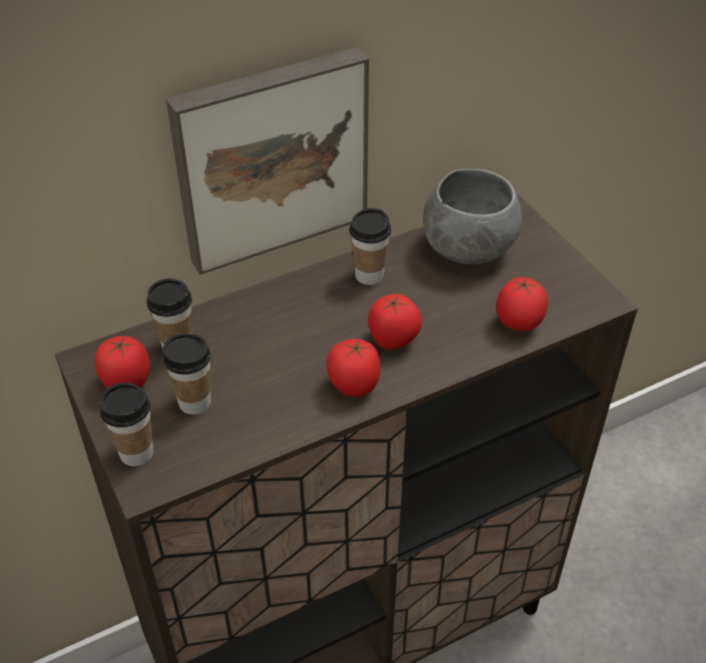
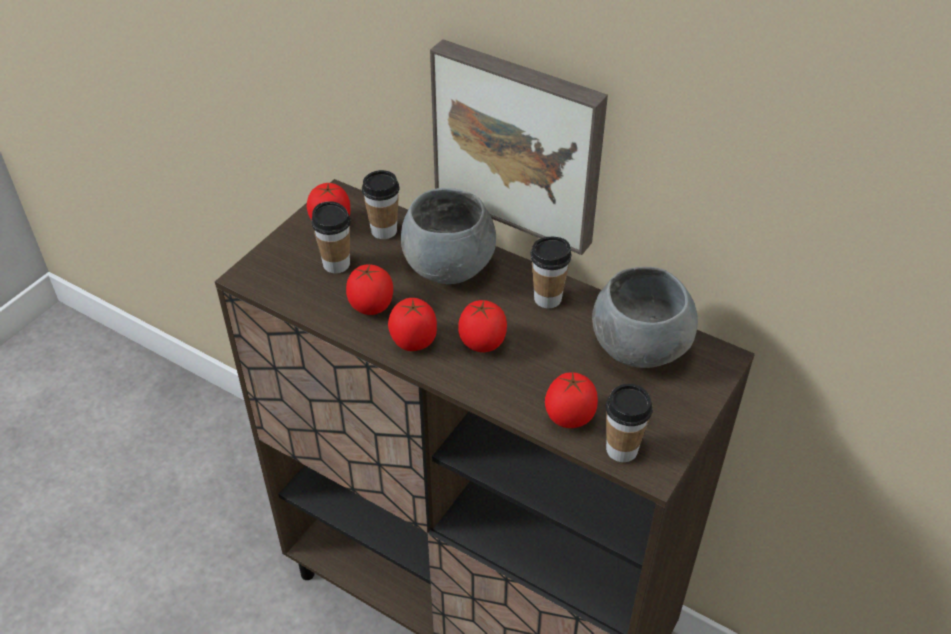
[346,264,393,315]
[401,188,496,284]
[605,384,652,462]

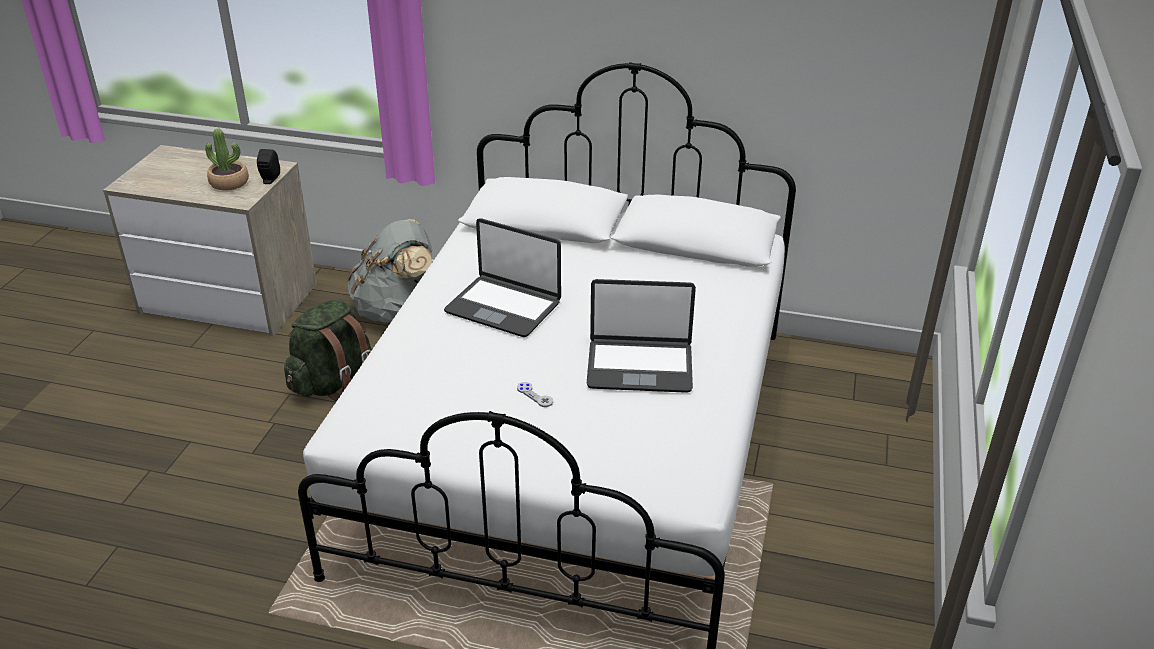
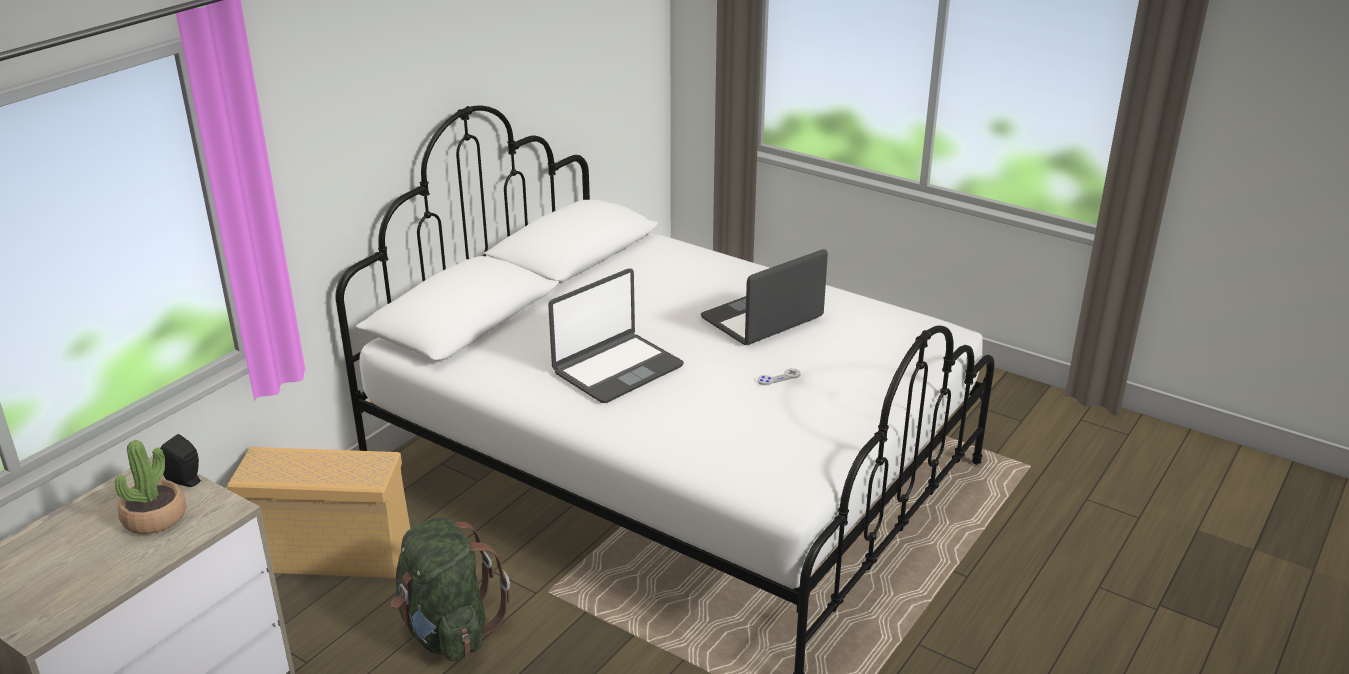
[227,447,410,578]
[701,249,828,345]

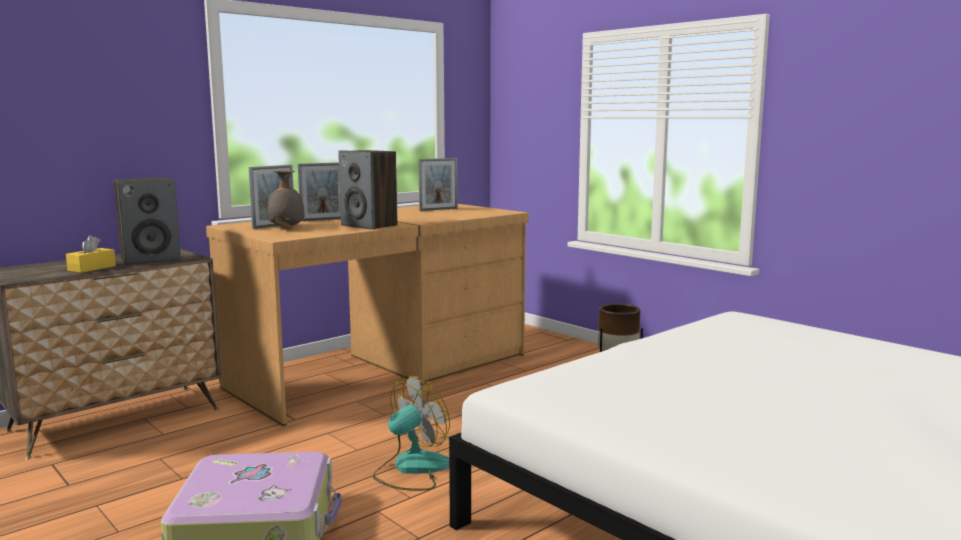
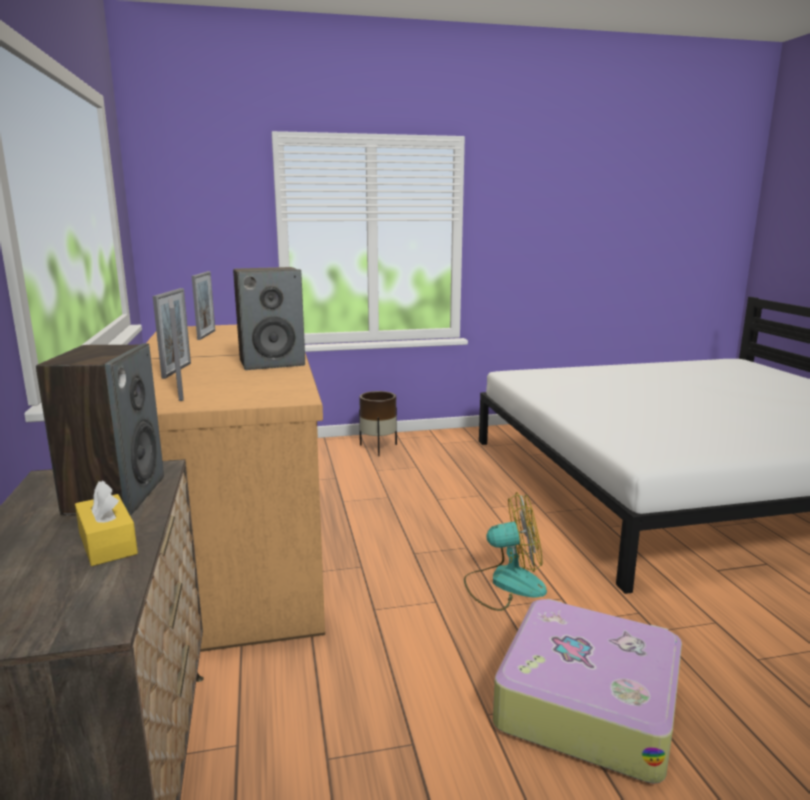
[267,170,305,229] (first image)
[464,492,547,611]

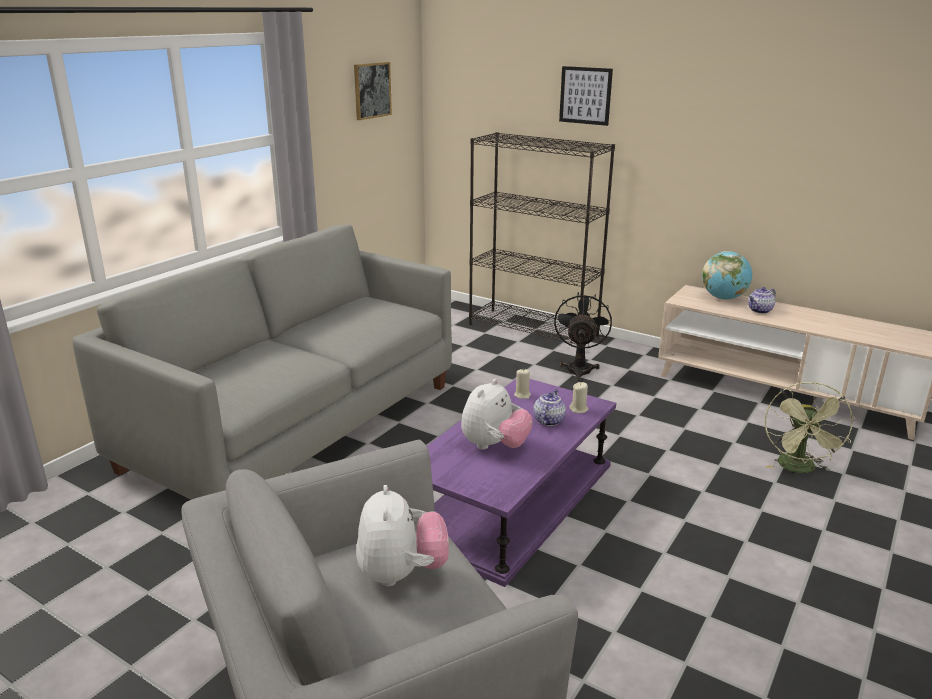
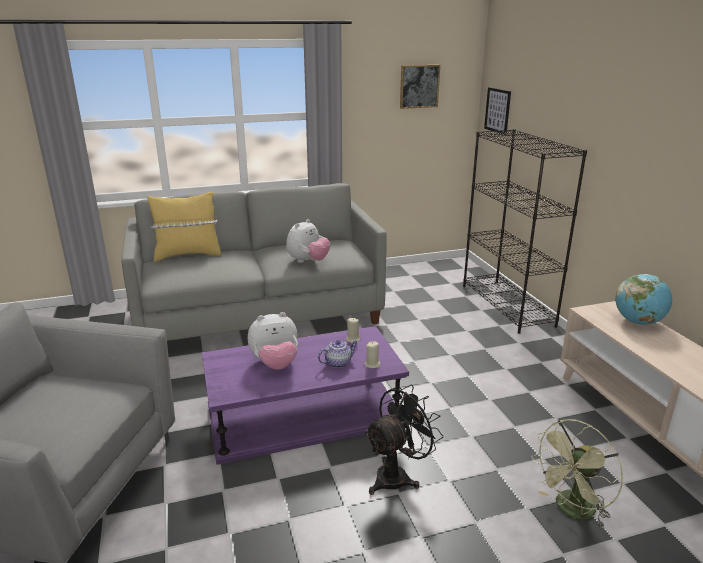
[748,287,776,314] (first image)
[147,192,221,262]
[286,219,330,263]
[364,385,443,495]
[484,87,511,135]

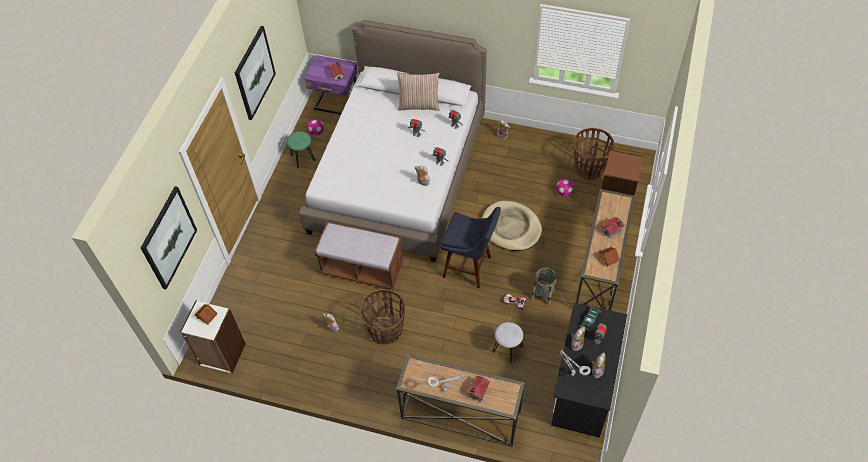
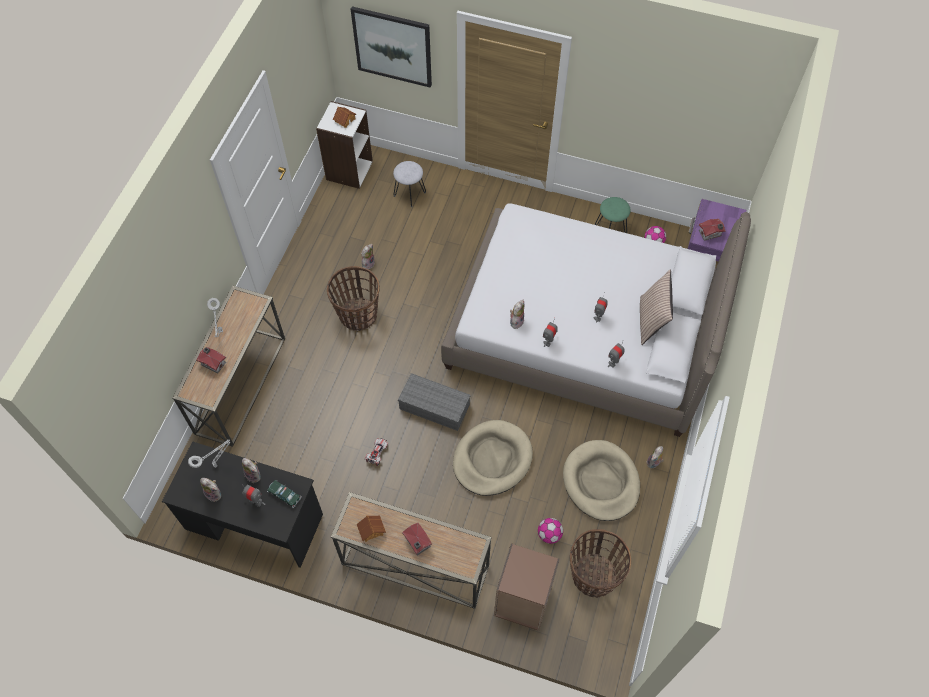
[235,26,276,120] (first image)
[314,222,404,290] (first image)
[531,268,557,305] (first image)
[563,440,640,521]
[393,161,426,207]
[398,373,471,431]

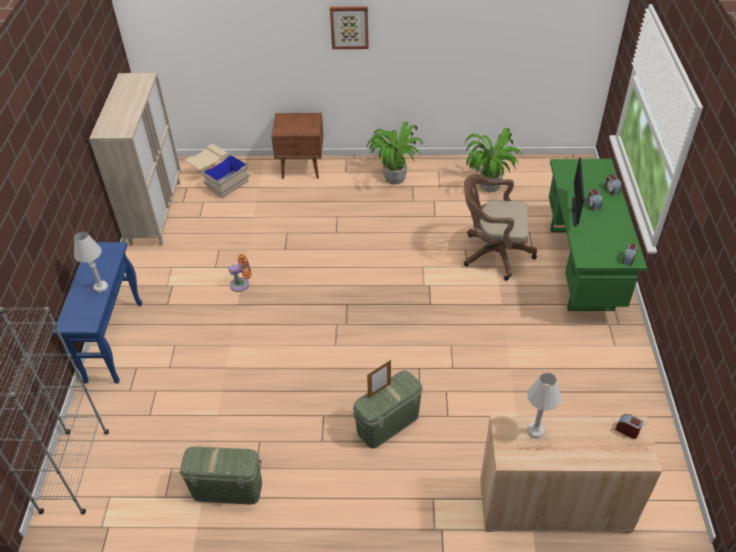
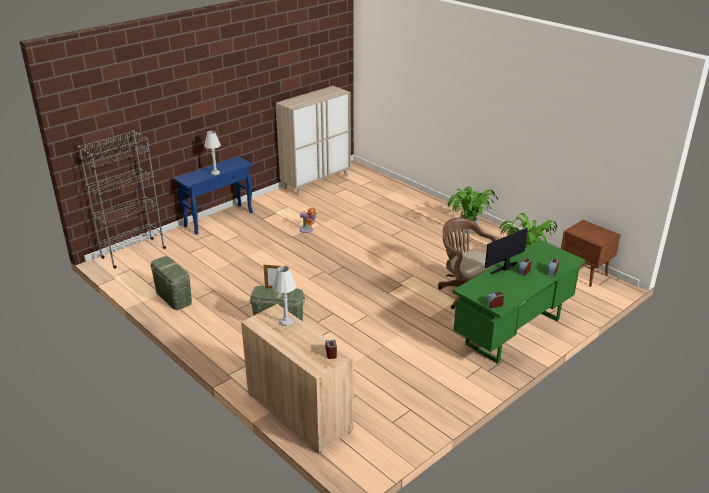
[185,144,250,198] (first image)
[330,6,369,49] (first image)
[561,220,621,287]

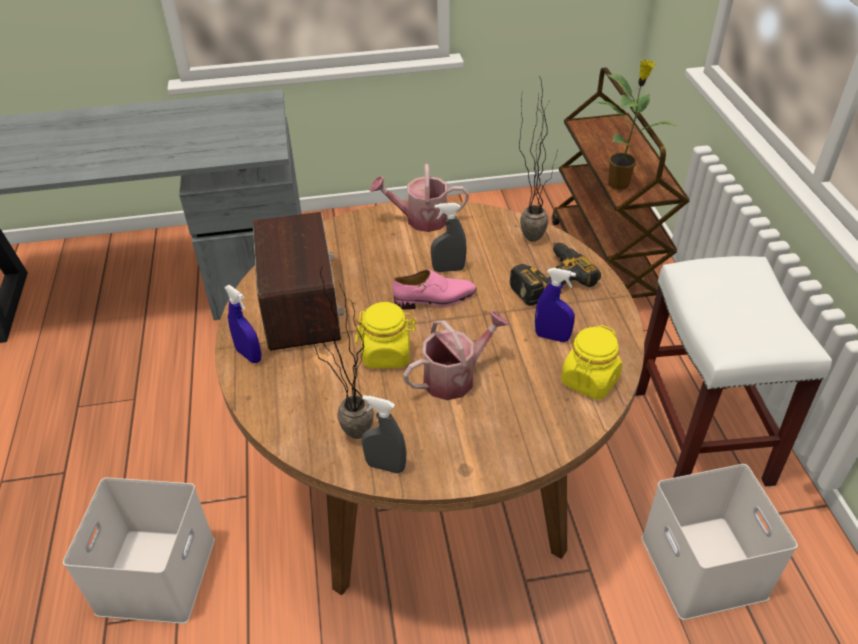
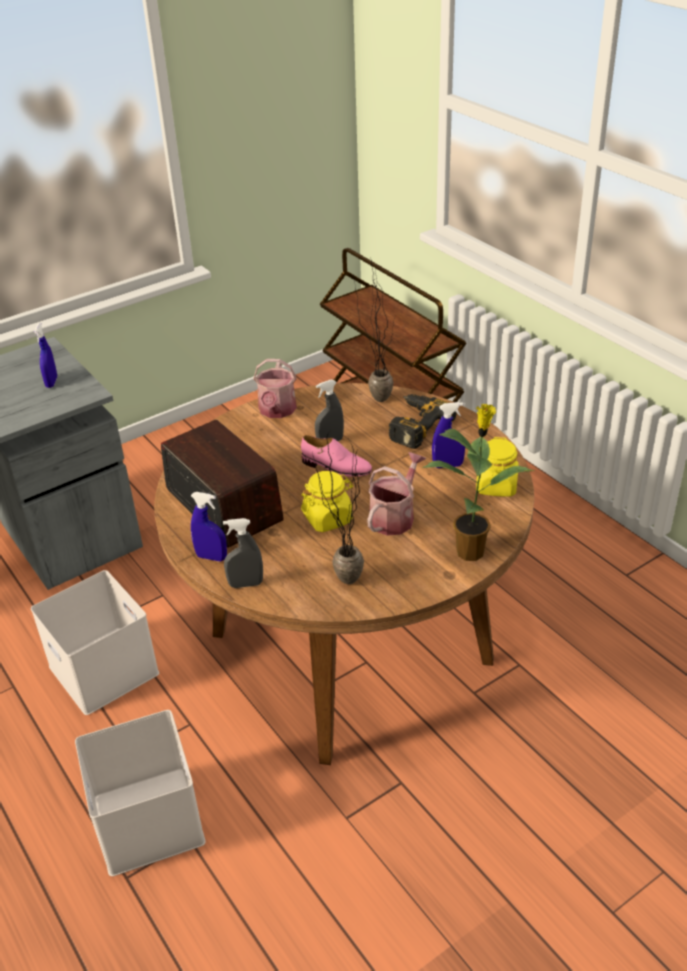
[635,256,832,487] (first image)
[34,323,57,388]
[223,518,263,588]
[422,404,535,561]
[31,570,159,715]
[254,359,297,418]
[301,435,372,477]

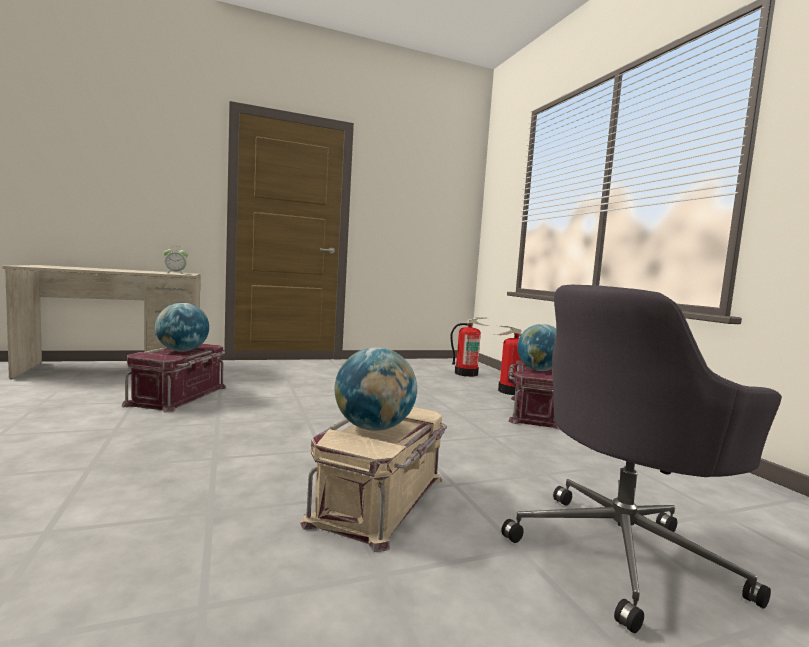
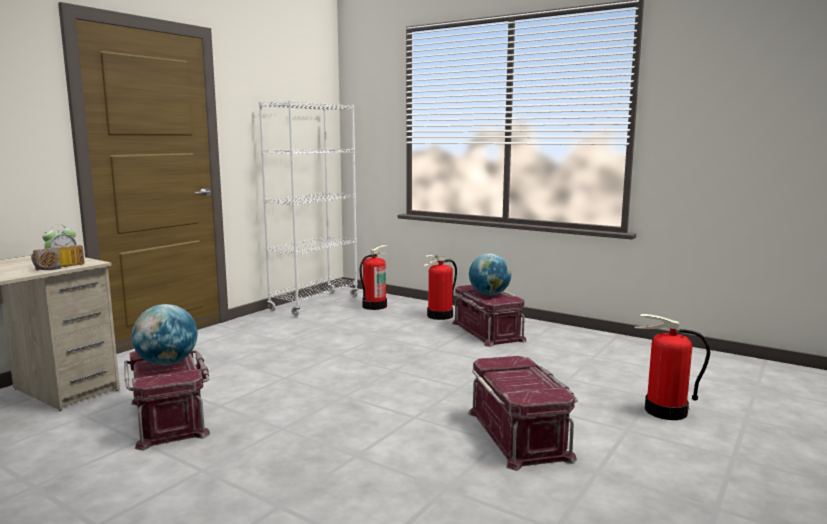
[335,347,417,431] (first image)
[31,245,85,270]
[259,100,358,316]
[634,314,710,420]
[468,356,578,471]

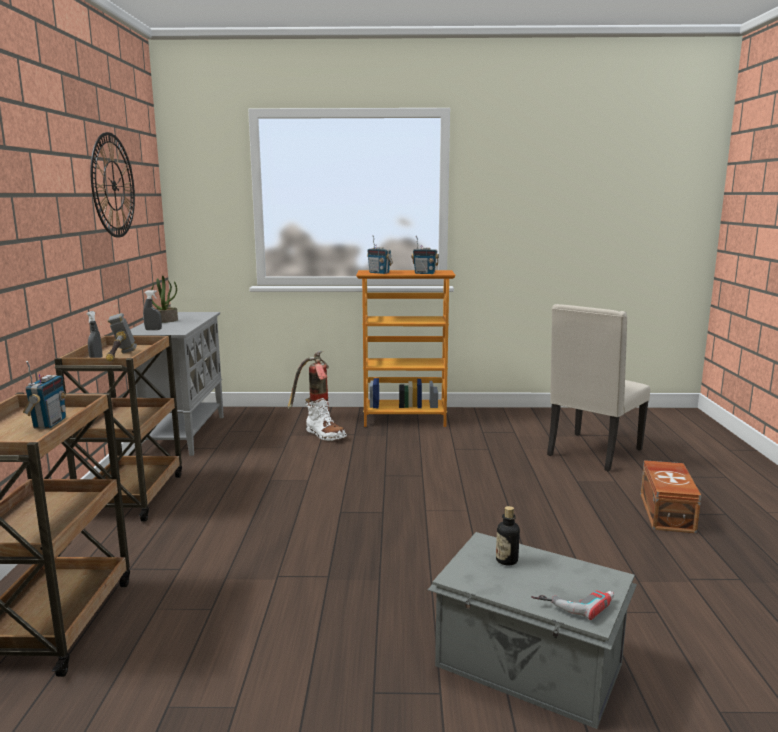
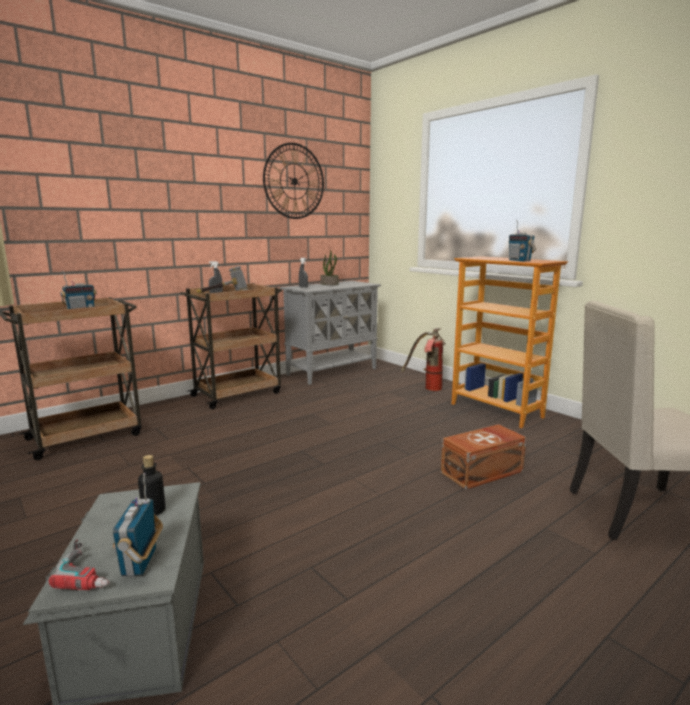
[305,398,347,441] (first image)
[113,473,163,577]
[441,424,526,489]

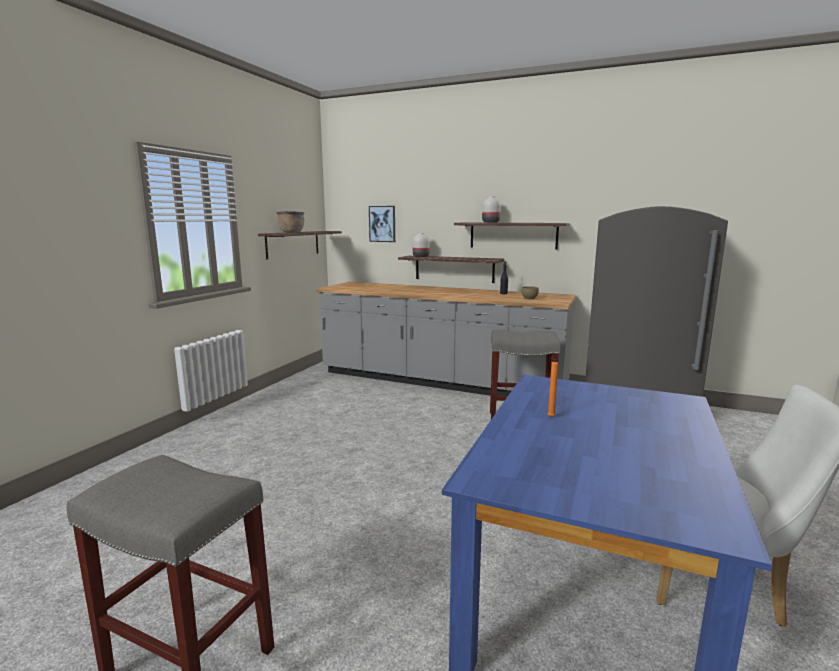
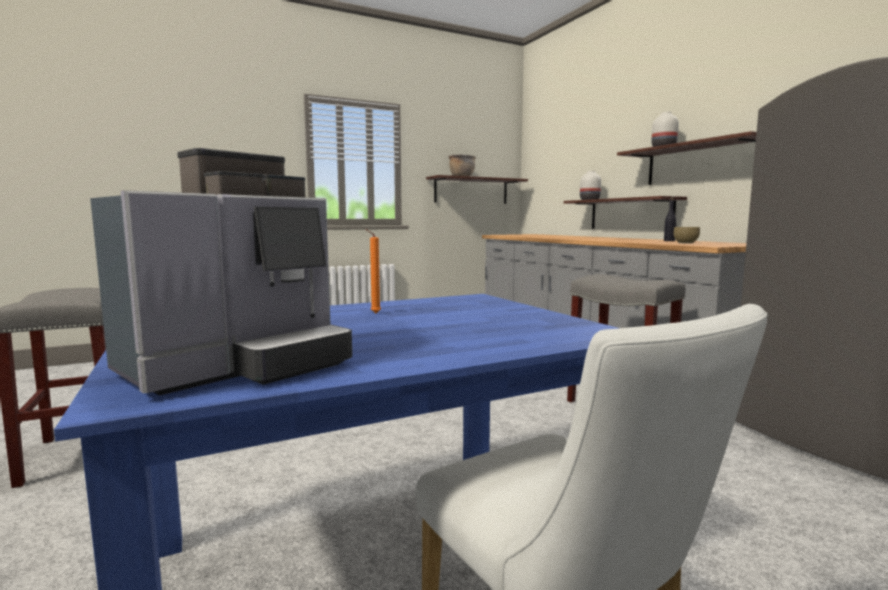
[369,206,395,242] (first image)
[90,148,352,395]

